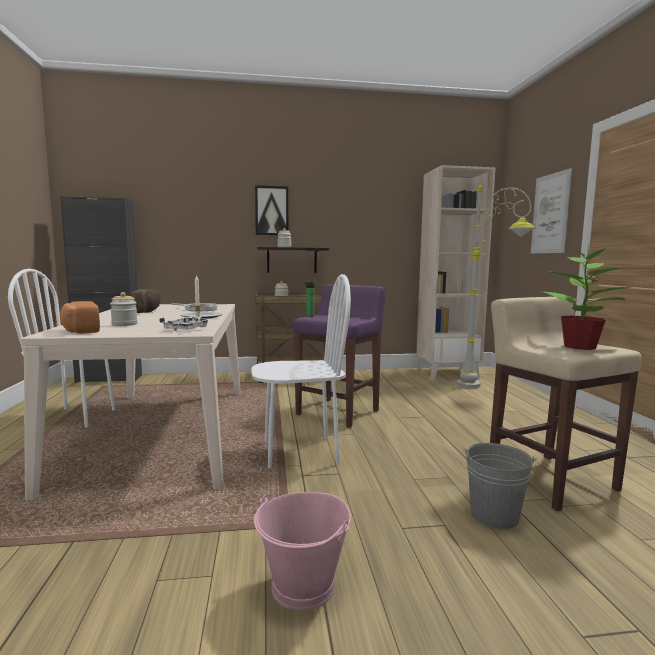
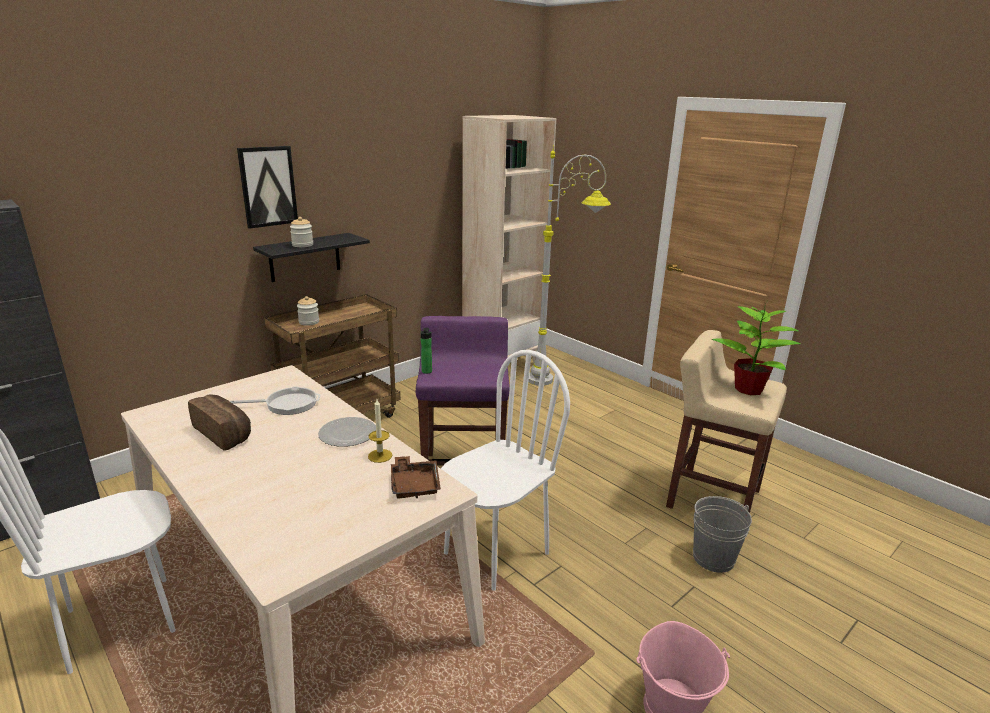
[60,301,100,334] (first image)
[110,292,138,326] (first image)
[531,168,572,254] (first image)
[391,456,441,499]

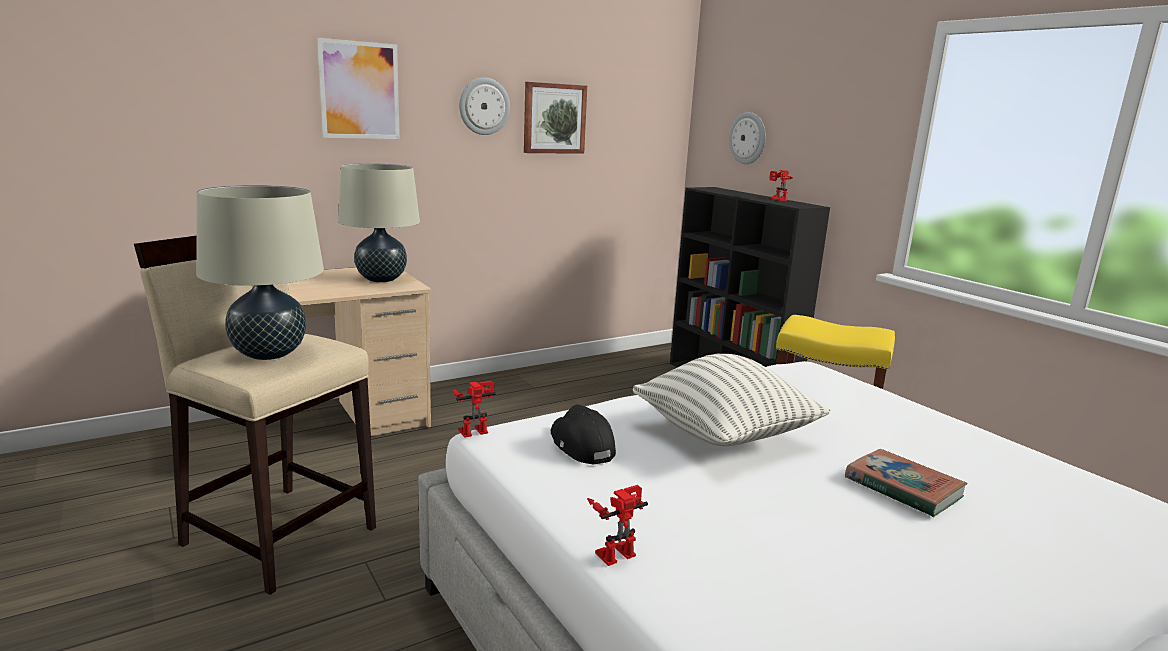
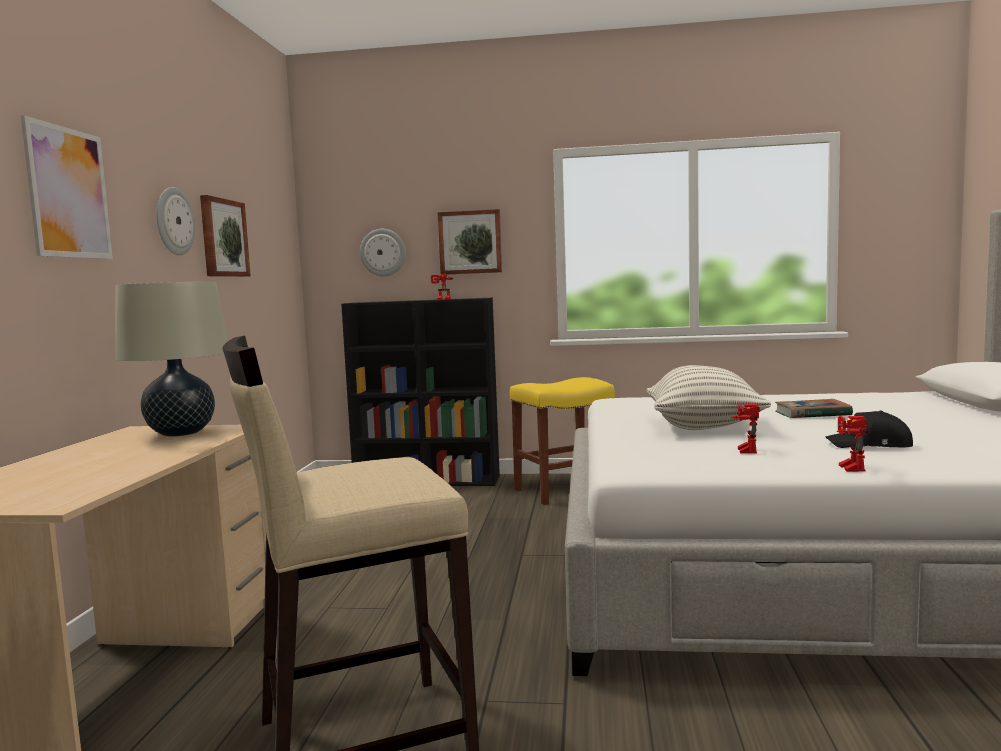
[196,185,324,360] (first image)
[438,209,502,274]
[730,404,759,454]
[825,411,913,448]

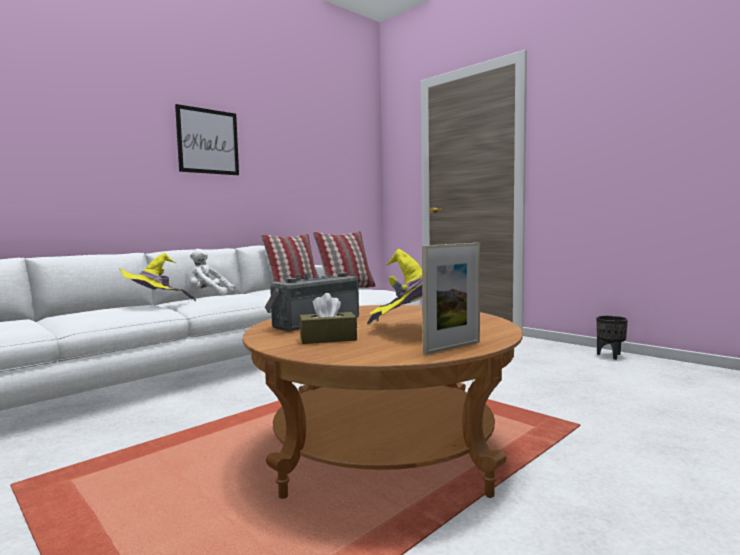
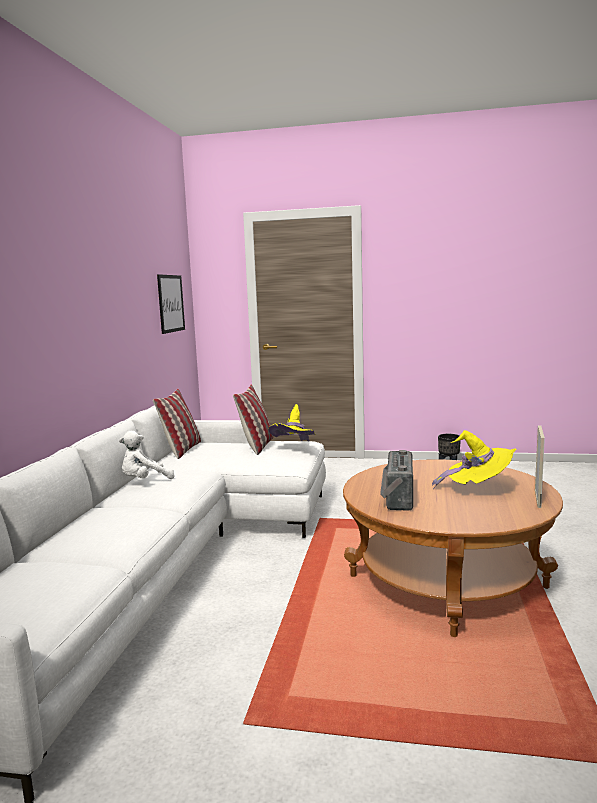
[299,293,357,344] (first image)
[268,404,316,442]
[157,274,185,334]

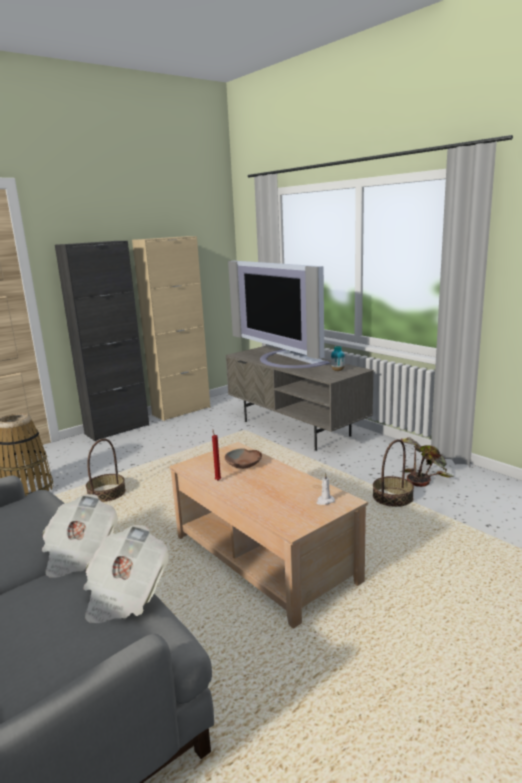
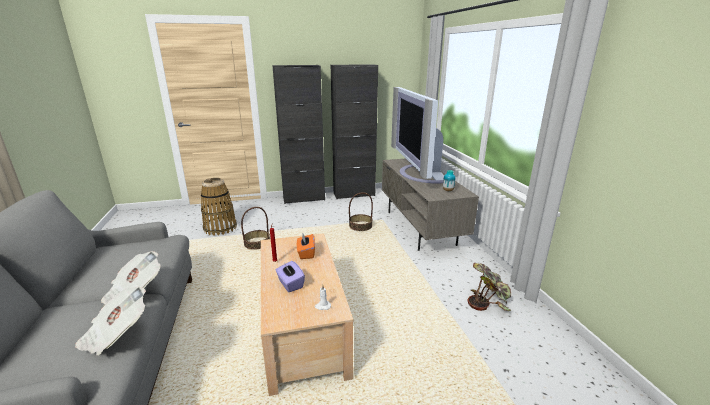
[276,261,305,292]
[349,192,373,231]
[297,234,315,259]
[331,64,378,199]

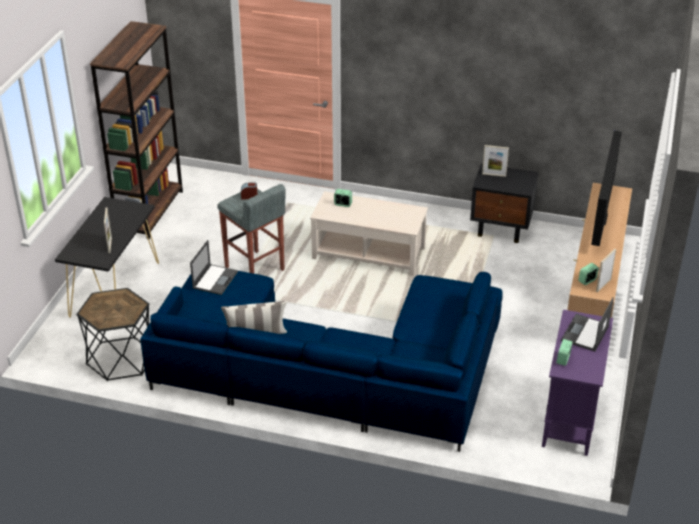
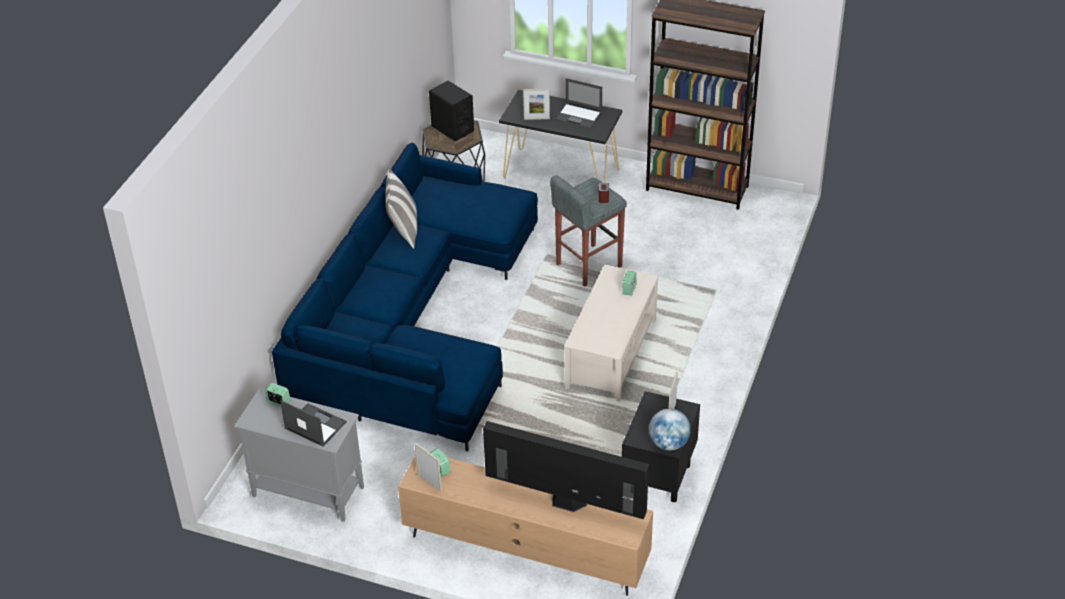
[429,81,474,141]
[649,409,691,450]
[554,78,602,129]
[234,389,364,522]

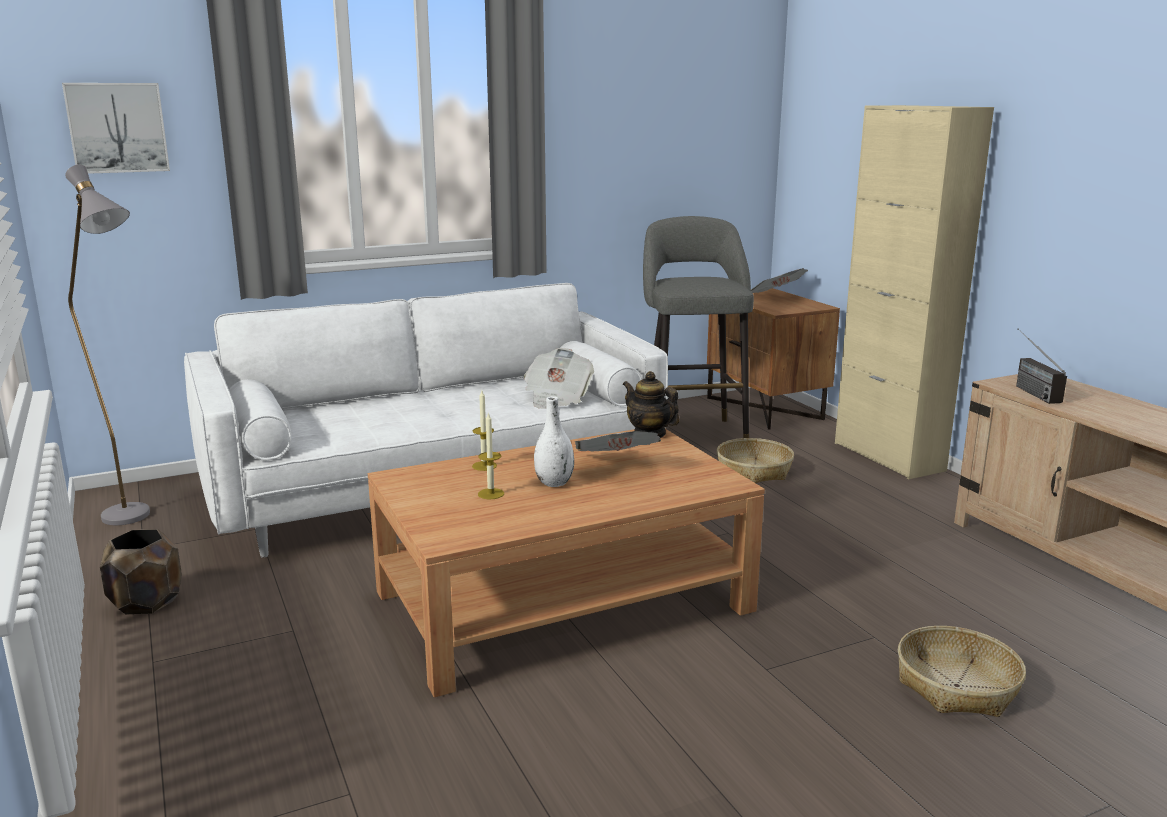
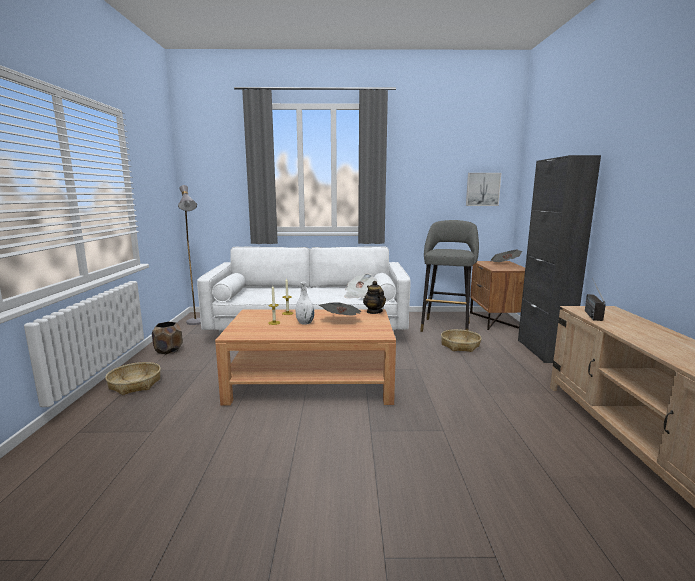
[466,173,501,206]
[105,362,161,395]
[518,155,601,363]

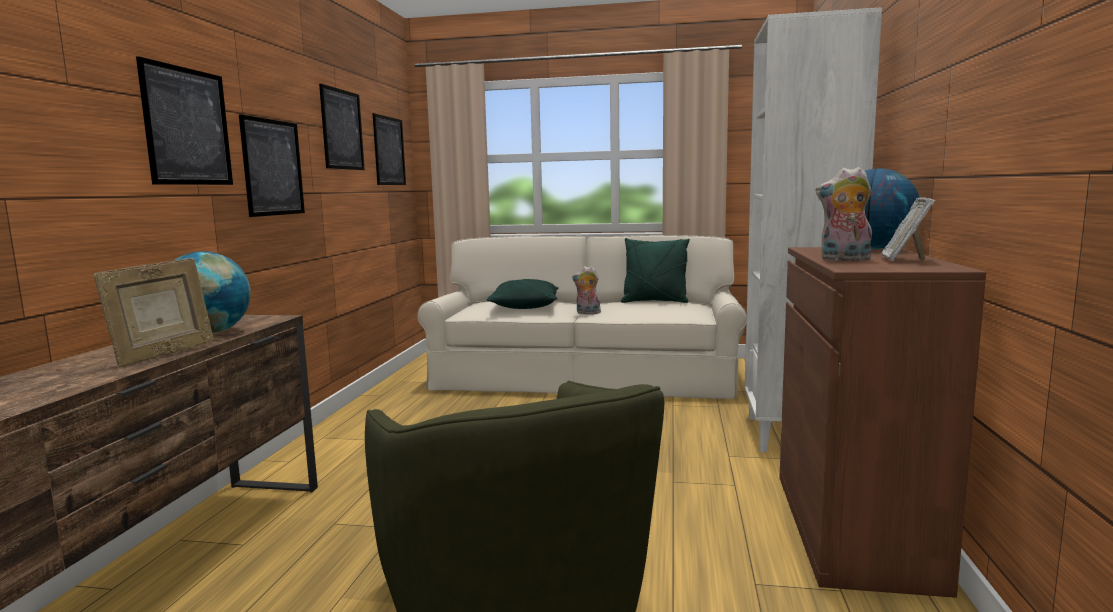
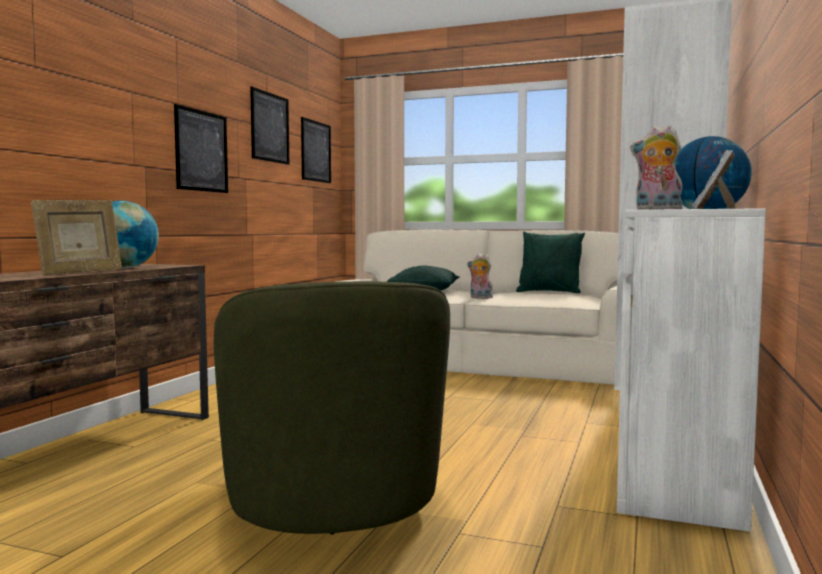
[136,56,233,185] (first image)
[617,208,766,532]

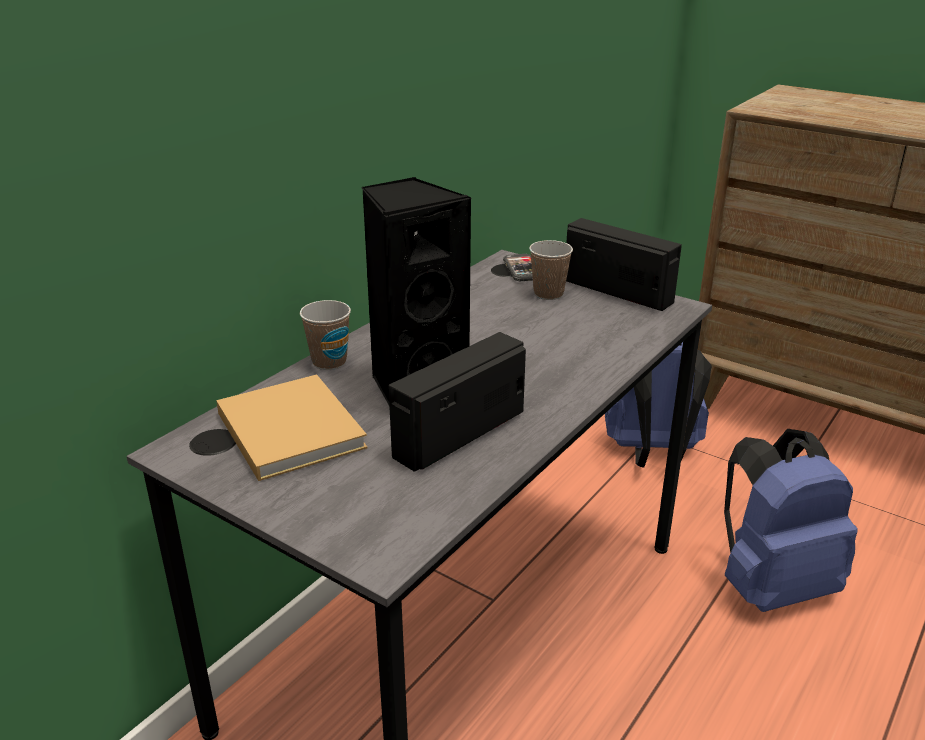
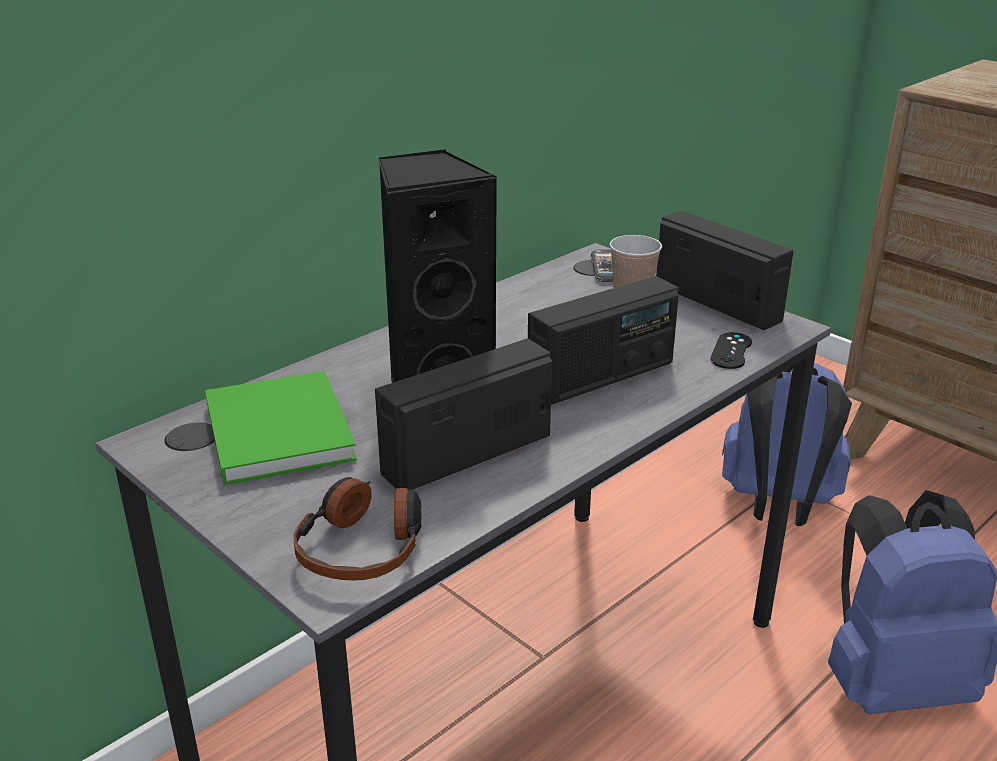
[300,300,351,370] (first image)
[293,477,422,581]
[528,276,679,405]
[710,332,752,369]
[205,371,357,485]

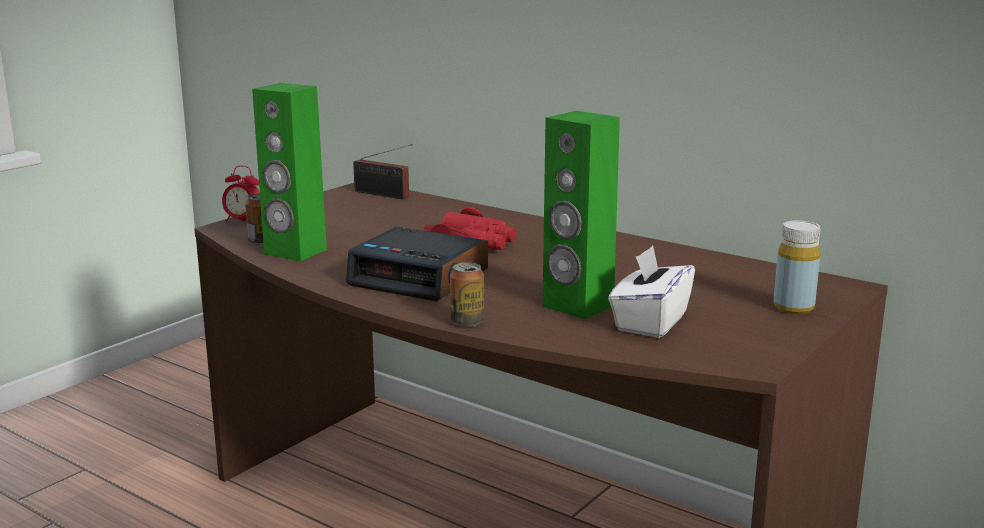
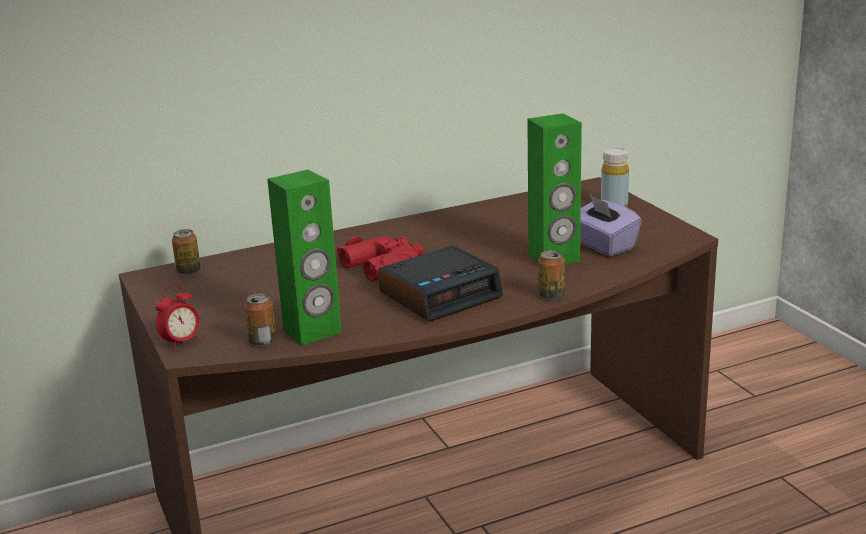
[172,229,201,275]
[580,195,642,256]

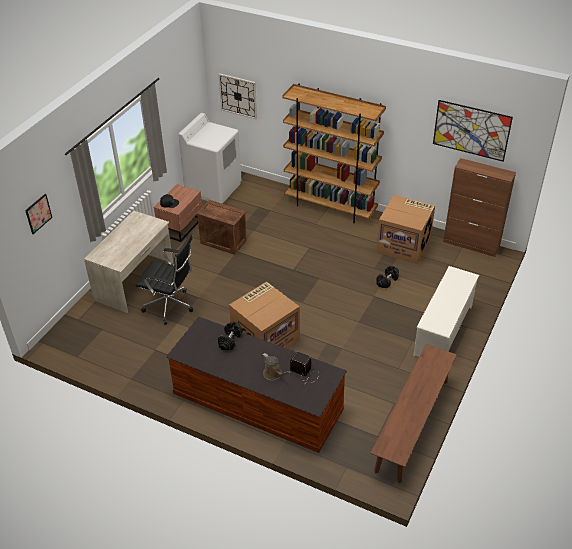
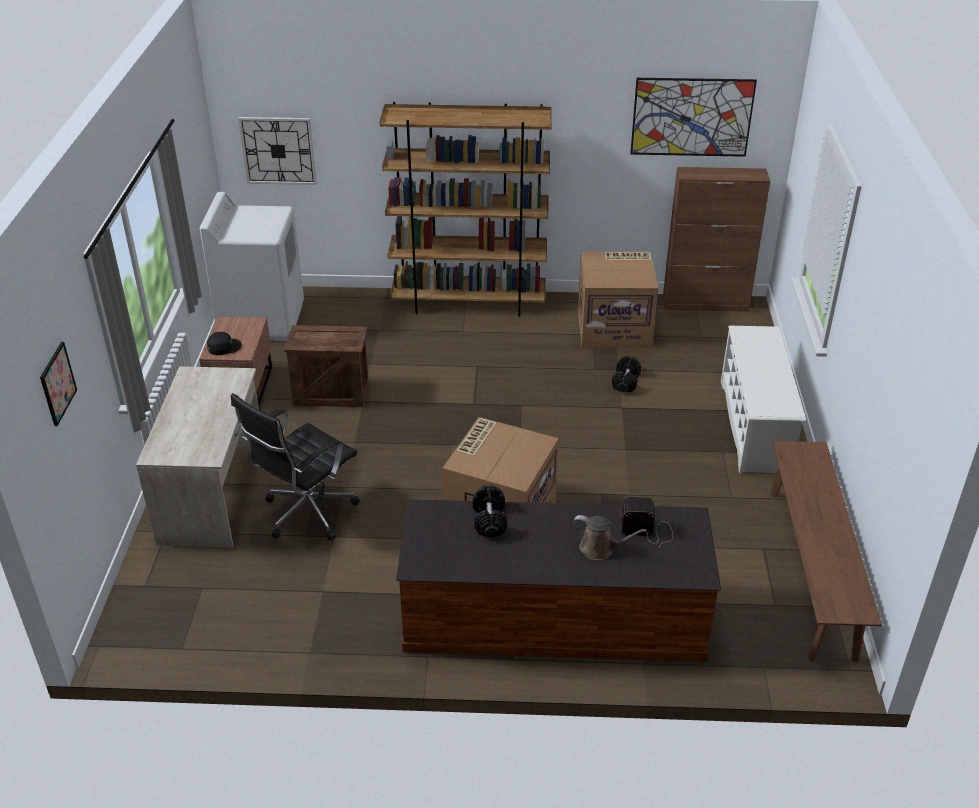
[231,393,360,540]

